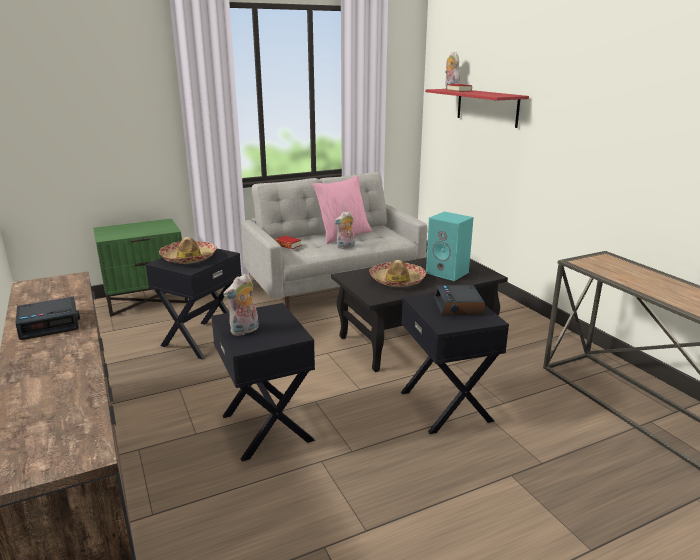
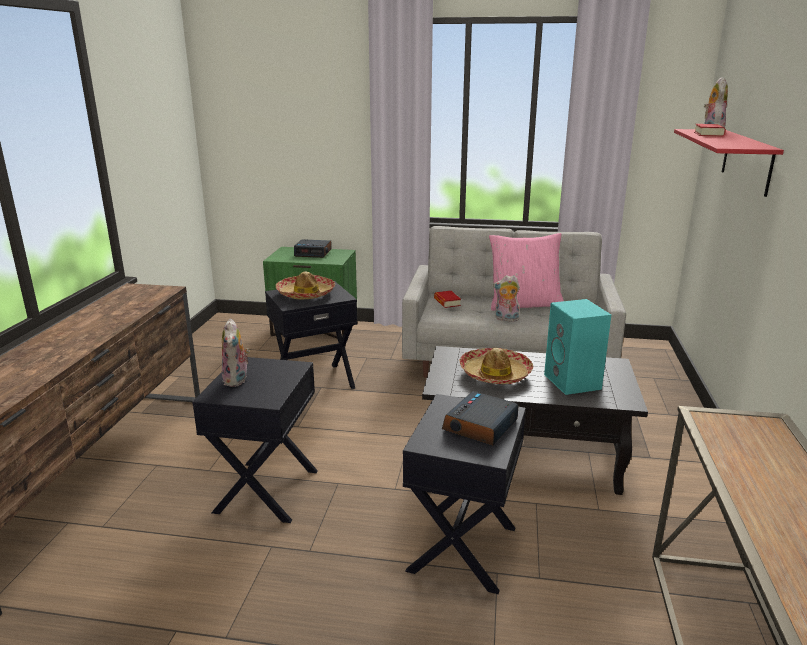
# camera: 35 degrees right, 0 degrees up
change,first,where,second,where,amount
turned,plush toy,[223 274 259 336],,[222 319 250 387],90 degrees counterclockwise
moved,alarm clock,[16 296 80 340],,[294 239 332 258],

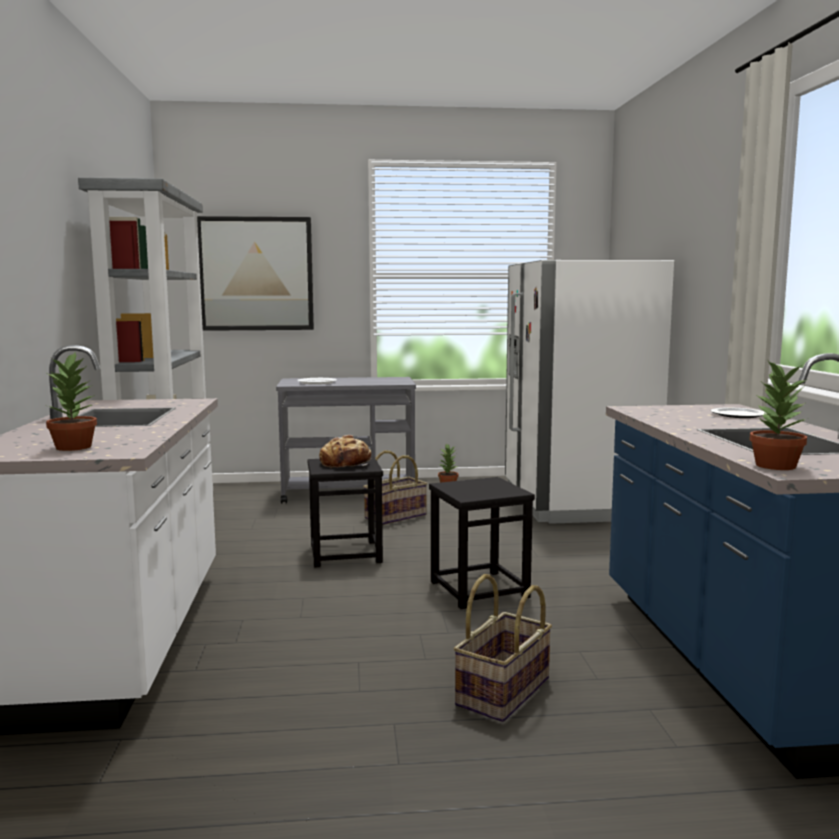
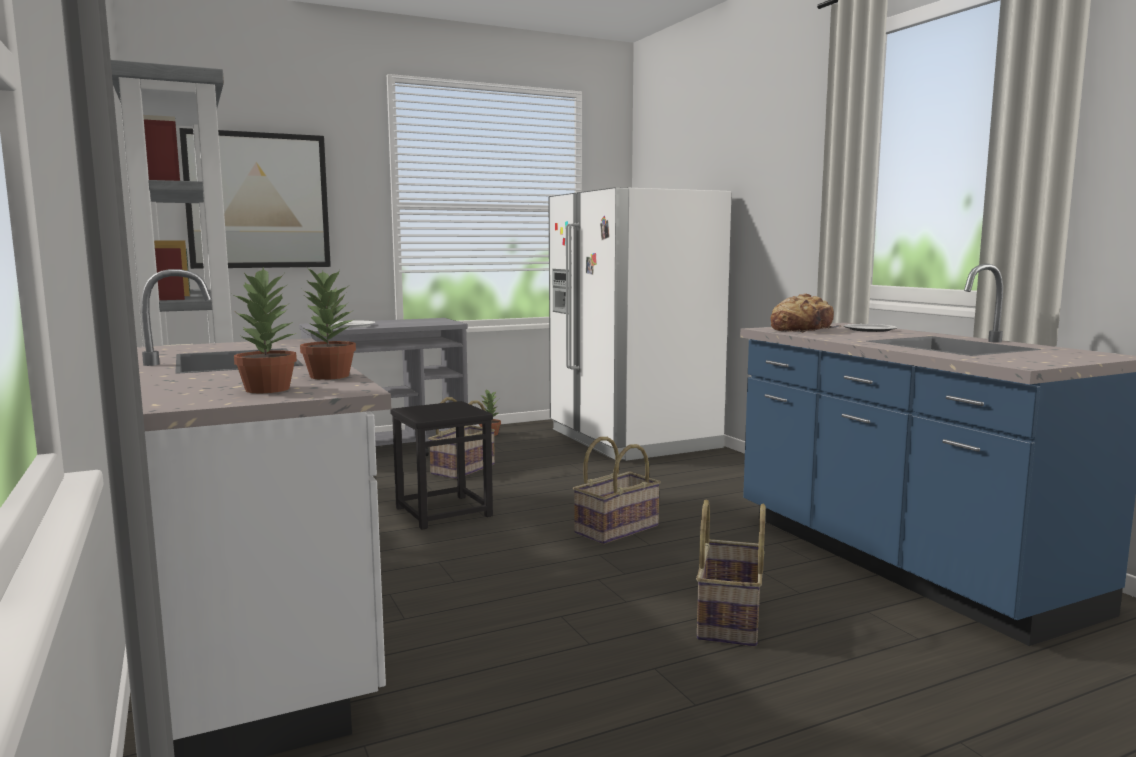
# camera: 20 degrees left, 0 degrees up
change,first,where,second,where,amount
moved,potted plant,[749 359 809 470],,[300 266 356 380],
moved,bread,[319 435 371 468],,[771 294 843 333],
replaced,black stool,[429 477 535 609],basket,[573 437 661 544],

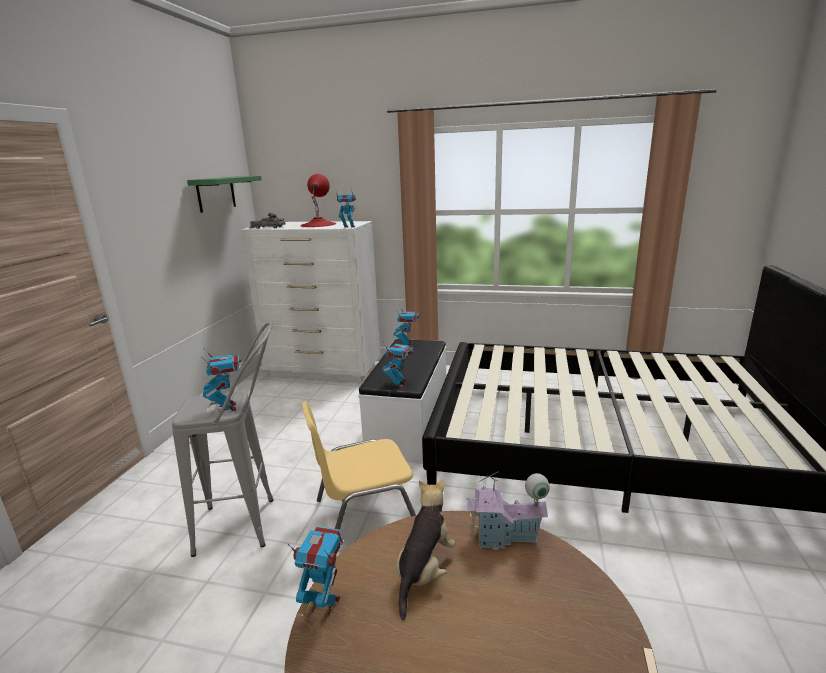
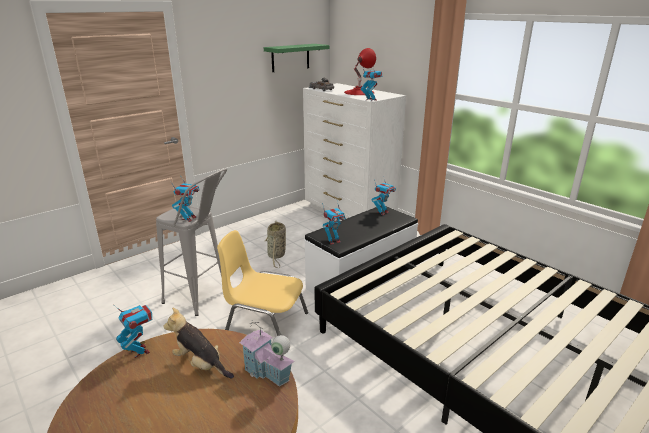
# camera: 35 degrees right, 5 degrees up
change,first,where,second,where,amount
turned,plush toy,[396 478 455 620],,[163 308 234 379],120 degrees counterclockwise
added,,,basket,[265 221 286 268],

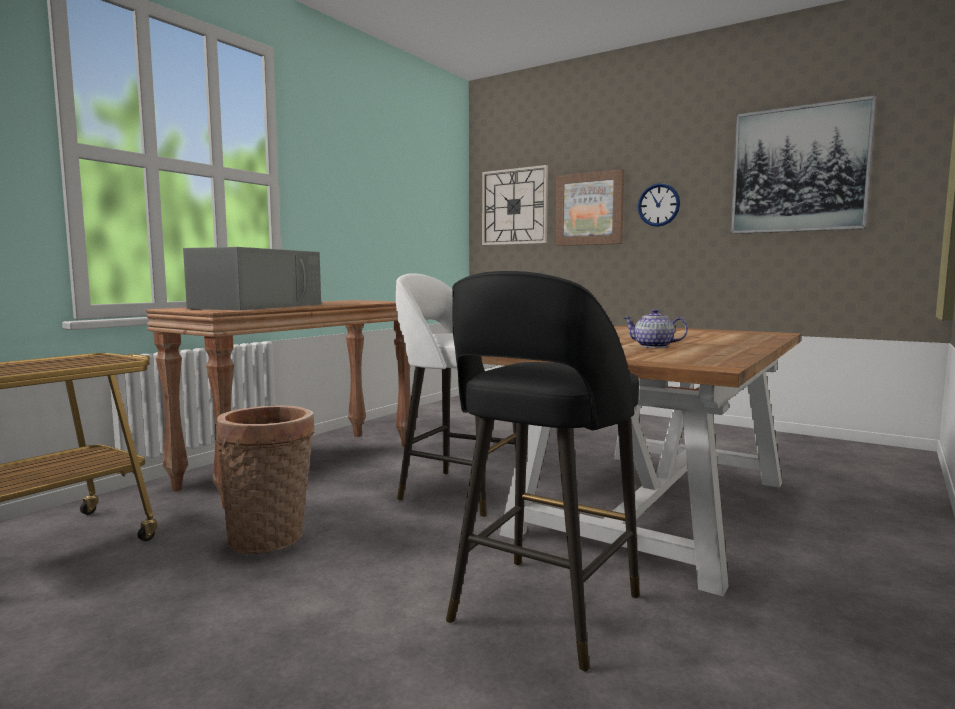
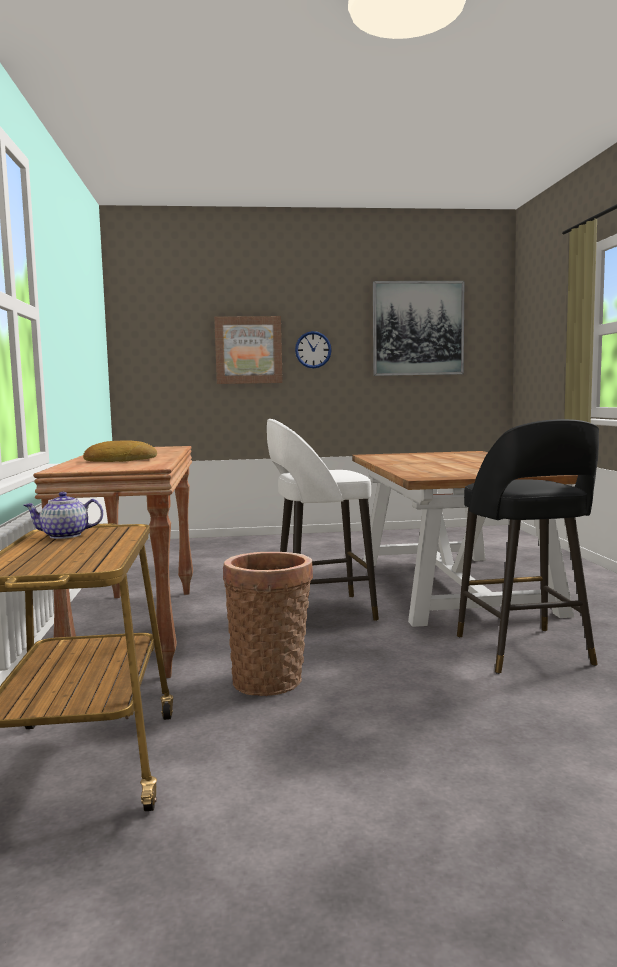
# camera: 40 degrees left, 0 degrees up
change,first,where,second,where,amount
removed,wall clock,[482 165 548 245],,,
replaced,grey microwave,[183 247 321 310],bread,[83 440 157 462],
moved,teapot,[623 309 688 348],,[23 492 103 539],

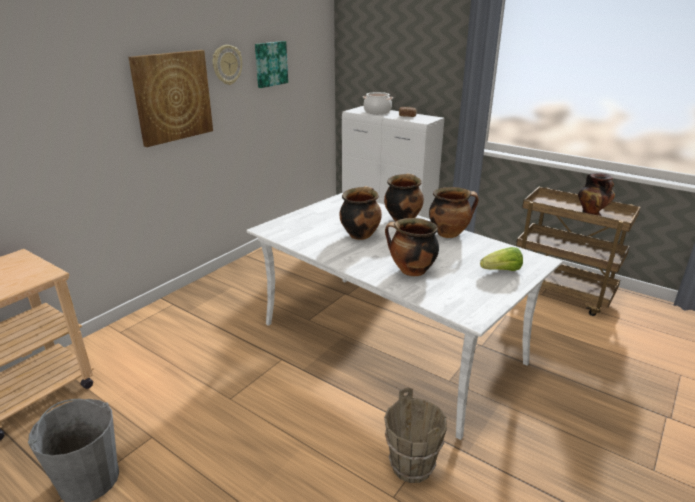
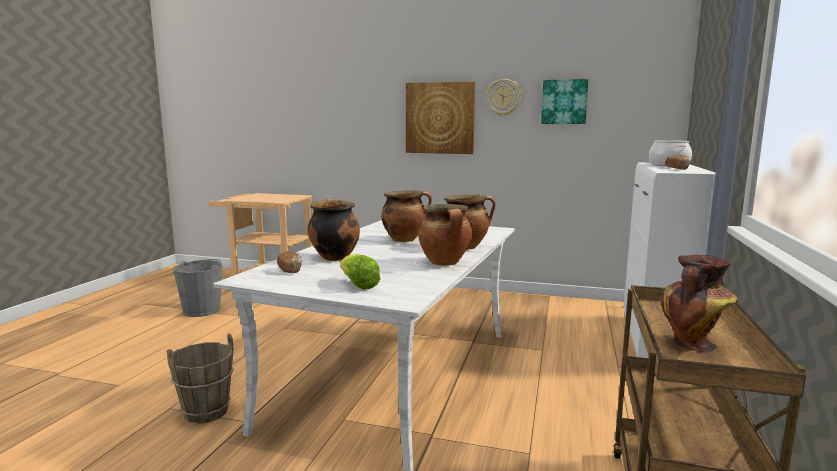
# camera: 70 degrees right, 15 degrees down
change,first,where,second,where,amount
added,,,bread,[277 251 302 273],

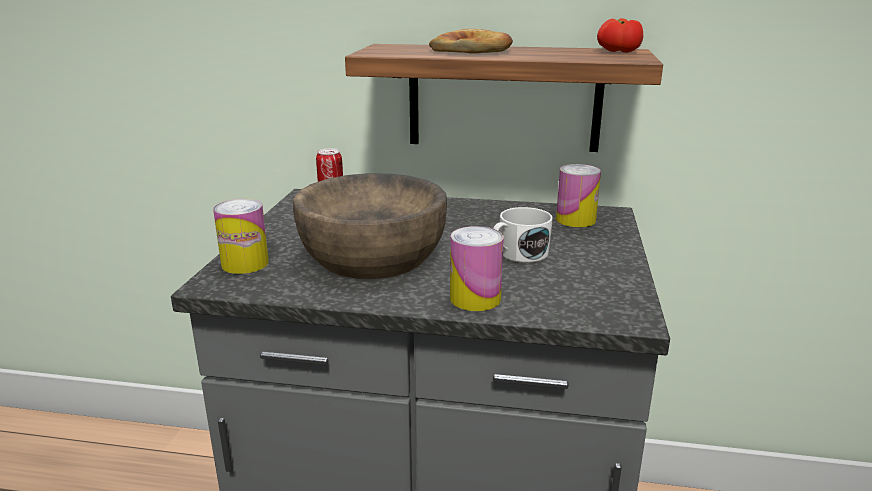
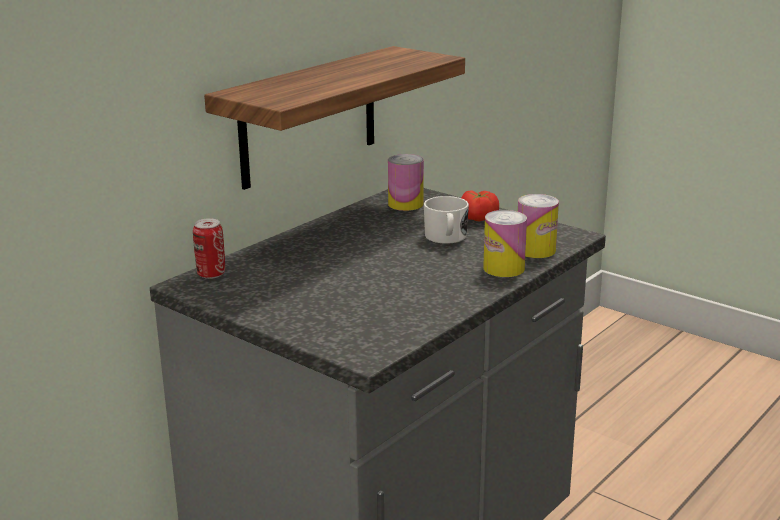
# camera: 60 degrees left, 0 degrees up
change,first,where,second,where,amount
moved,tomato,[597 18 643 53],,[461 191 499 221],
removed,bread,[429 29 513 54],,,
removed,brown bowl,[293 173 447 279],,,
moved,can,[213 199 269 274],,[518 194 559 258],

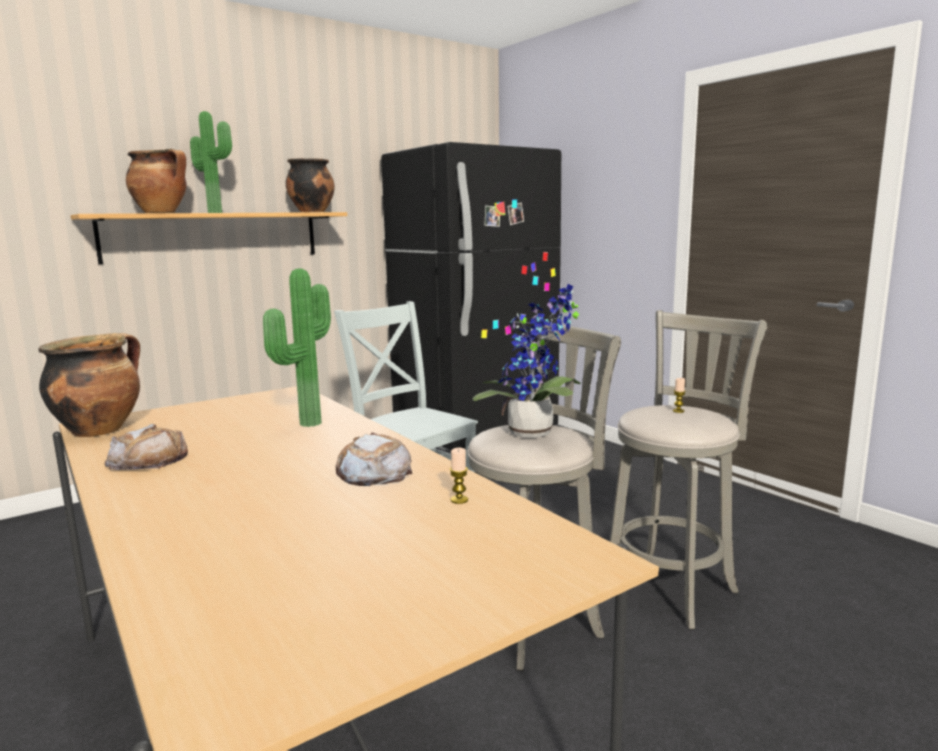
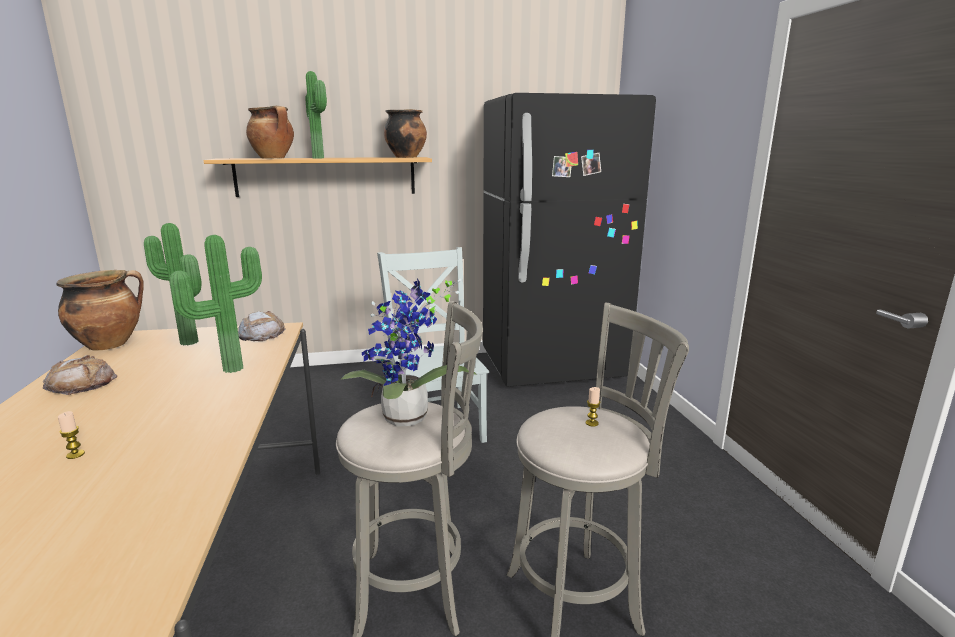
# camera: 25 degrees right, 5 degrees up
change,first,where,second,where,amount
moved,bread,[335 433 413 486],,[238 311 286 341],
moved,candle,[450 448 468 504],,[58 411 85 459],
added,,,potted plant,[144 223 202 345],

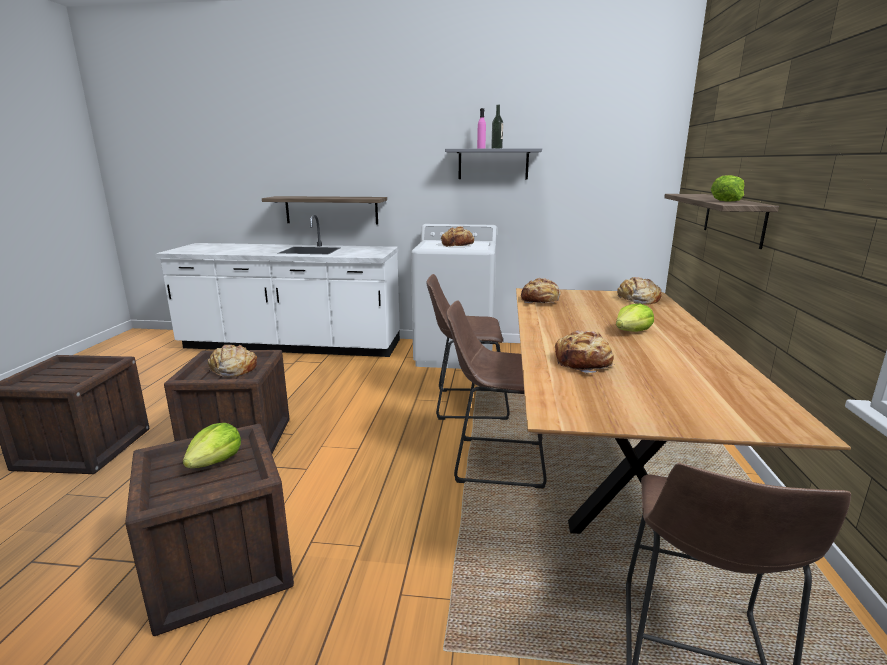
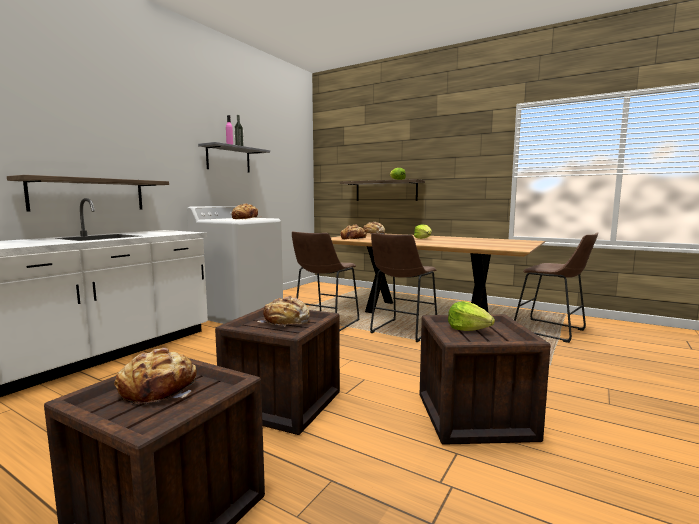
# camera: 65 degrees left, 10 degrees down
change,first,where,second,where,amount
moved,bread,[555 330 614 373],,[114 348 197 405],

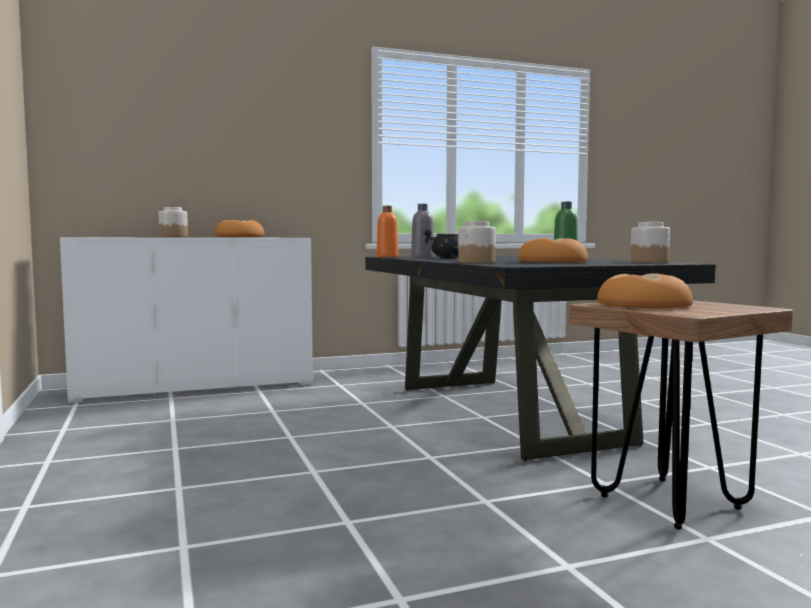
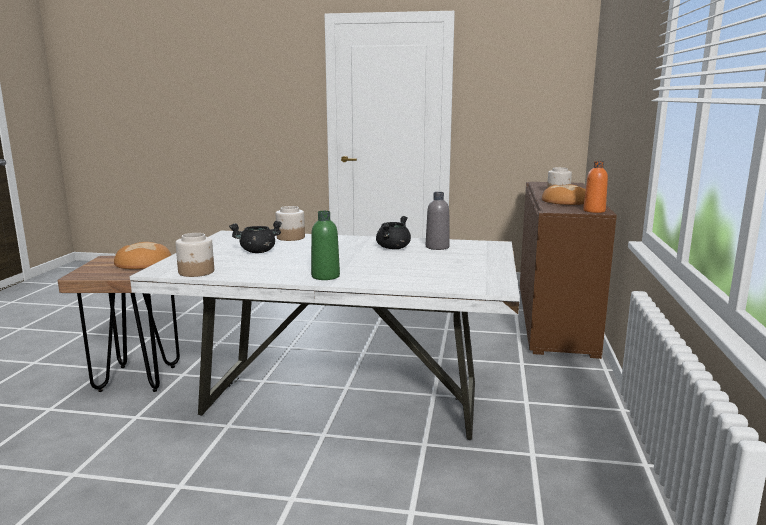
# camera: 120 degrees right, 10 degrees up
change,first,where,second,where,amount
moved,orange bottle,[377 206 398 257],,[583 161 608 213],
recoloured,white cabinet,[60 237 313 403],brown cabinet,[520 182 617 359],
replaced,bread,[518 238 588 263],black cooking pot,[229 221 282 253],
recoloured,black dining table,[365 256 716 462],white dining table,[130 231 520 440],

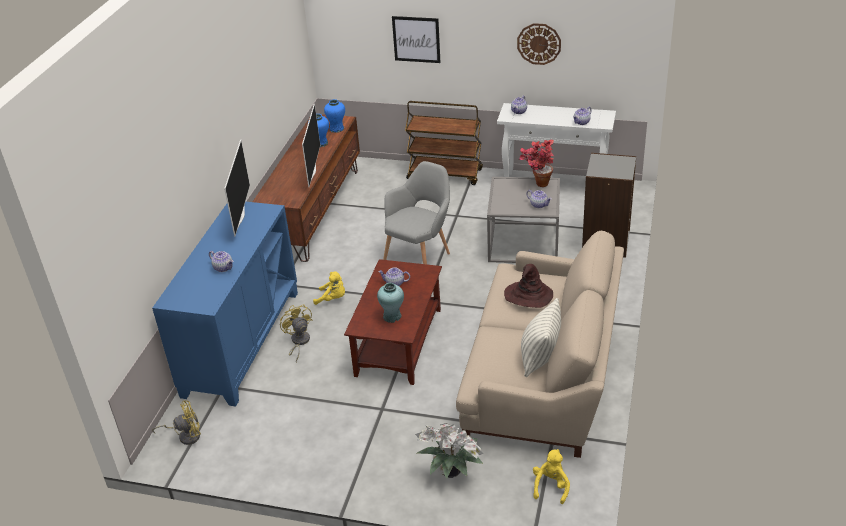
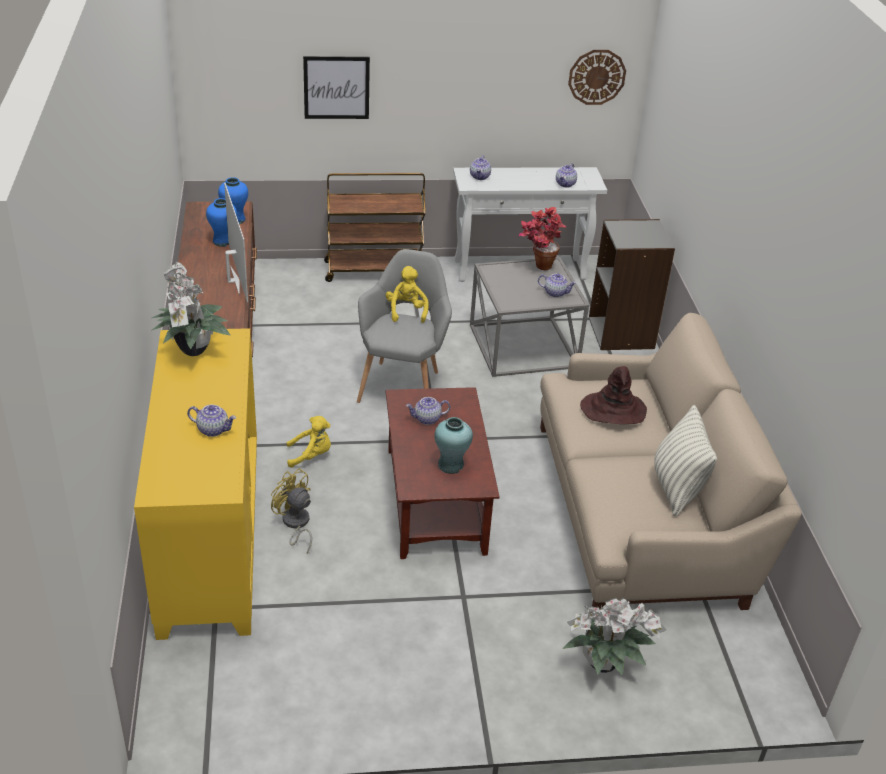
# camera: 25 degrees left, 0 degrees up
change,first,where,second,where,amount
moved,wall clock,[517 23 561 65],,[568 50 626 105],
replaced,television,[224 139 250 237],potted plant,[151 261 231 356],
recoloured,blue cabinet,[152 202 298 407],yellow cabinet,[134 328 257 640],
removed,yellow fan,[152 401 201 445],,,
moved,yellow plush toy,[533 449 570 504],,[386 266 429 323],

